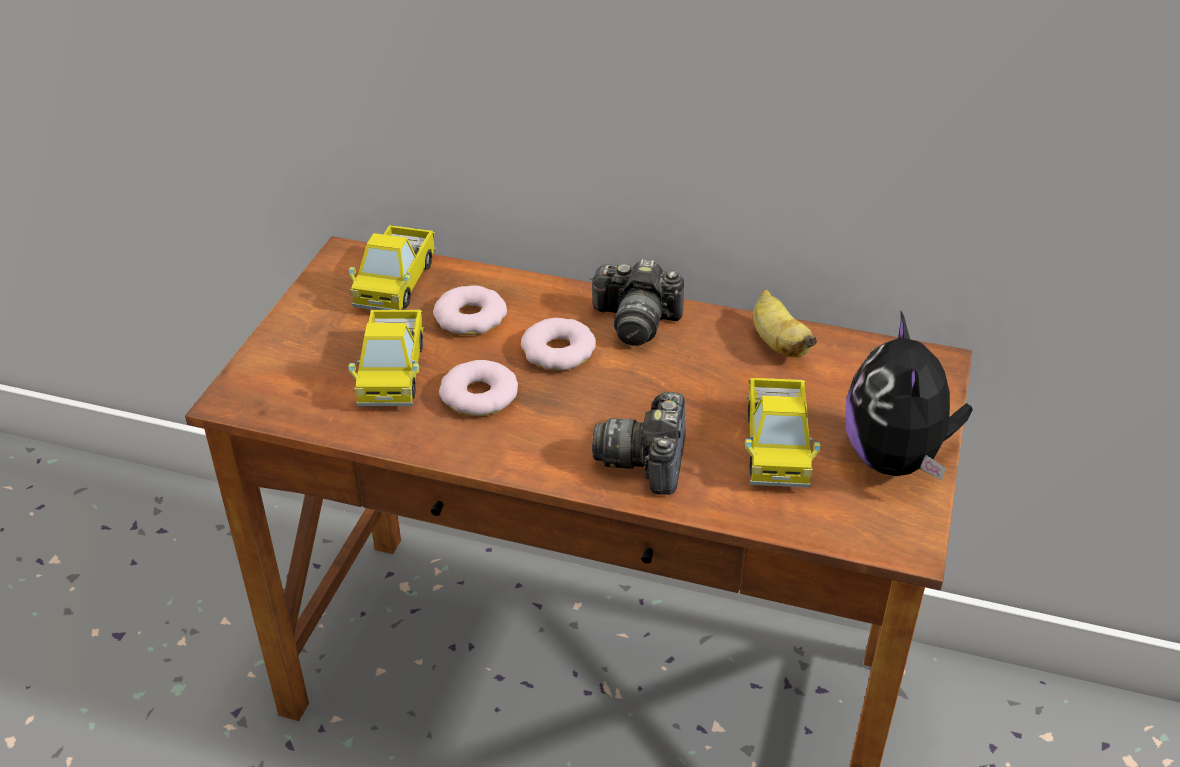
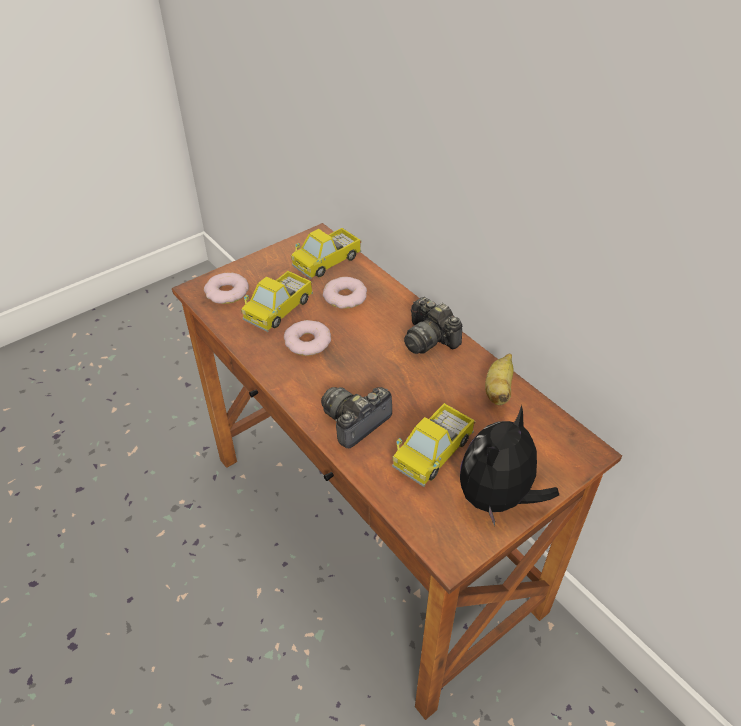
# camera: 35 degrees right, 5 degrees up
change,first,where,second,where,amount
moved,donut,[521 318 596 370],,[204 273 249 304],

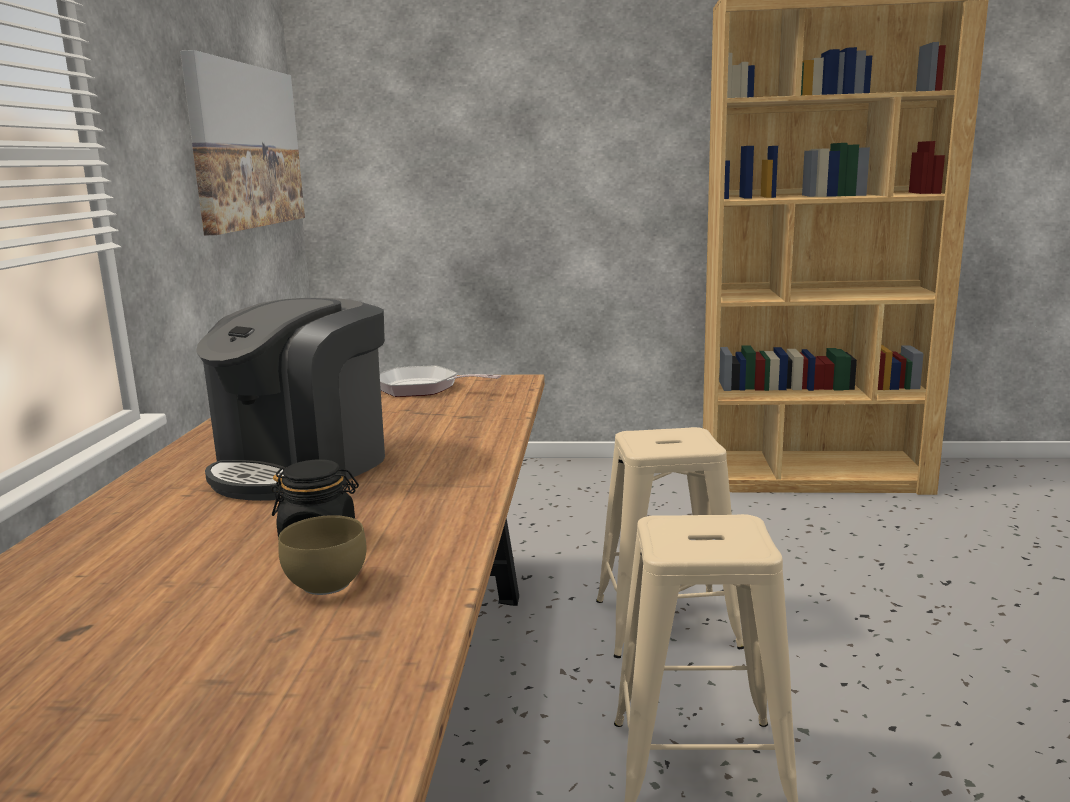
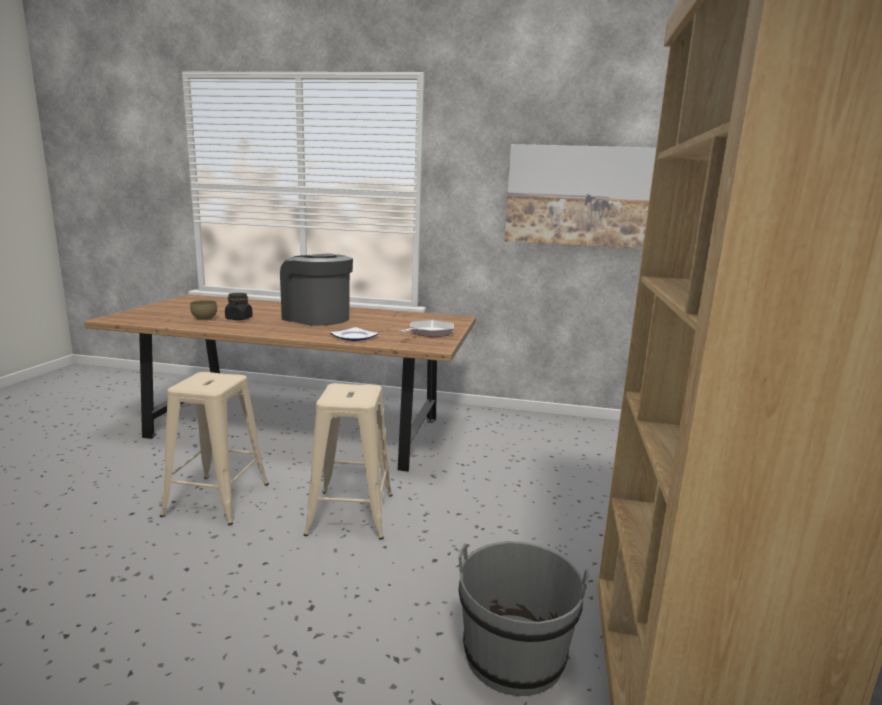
# camera: 95 degrees right, 0 degrees up
change,first,where,second,where,amount
added,,,plate,[330 327 379 341],
added,,,grey bucket,[458 541 589 696],

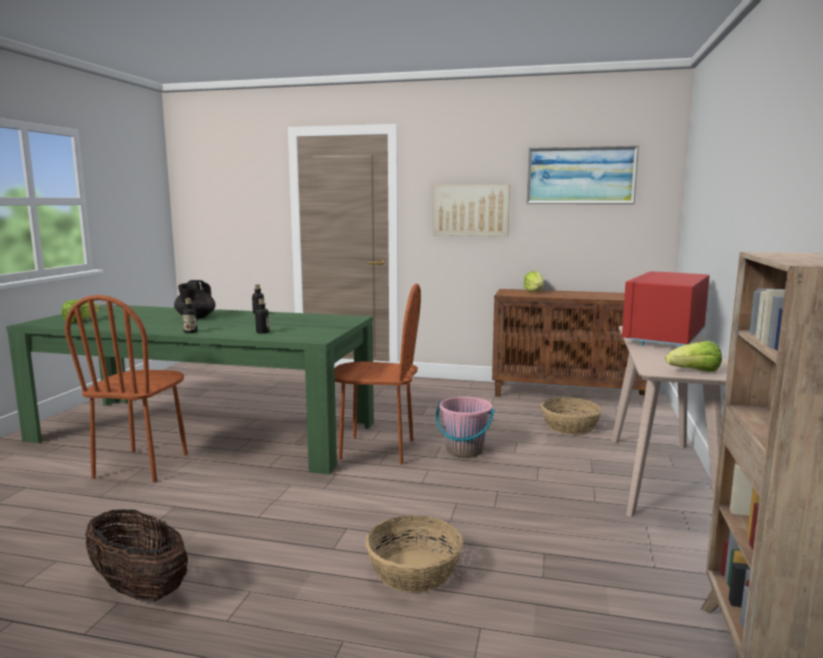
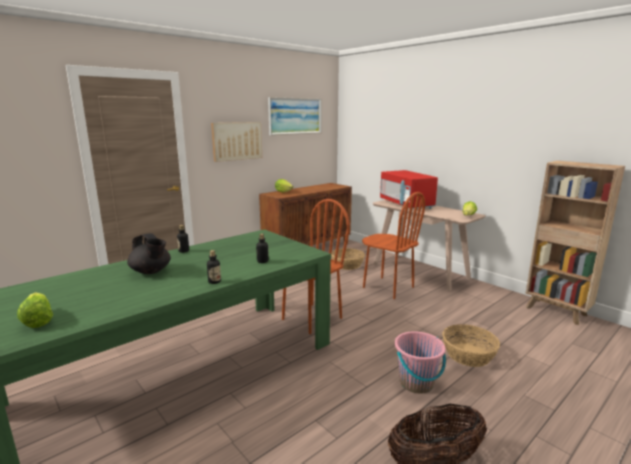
# camera: 55 degrees left, 5 degrees up
change,first,where,second,where,amount
moved,brown chair,[65 295 188 483],,[362 192 425 299],
moved,pink bucket,[436 397 495 458],,[395 331 446 393],

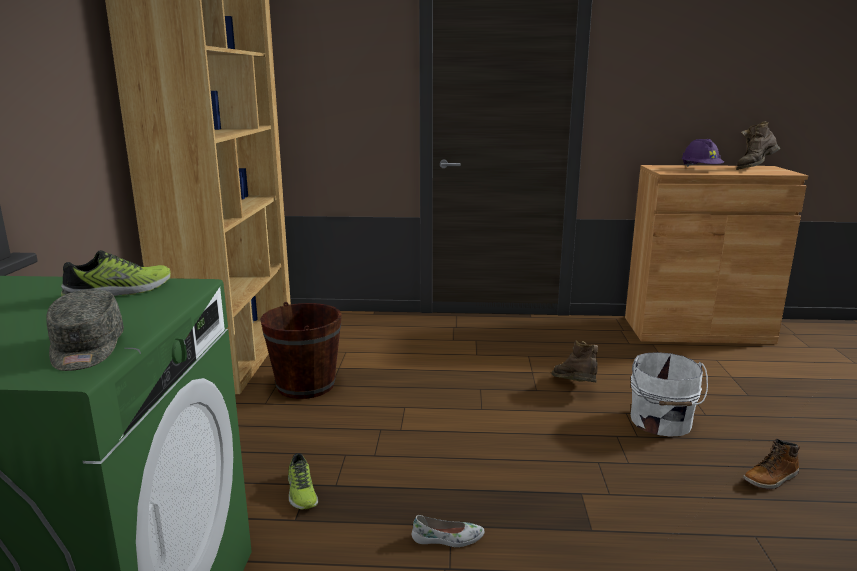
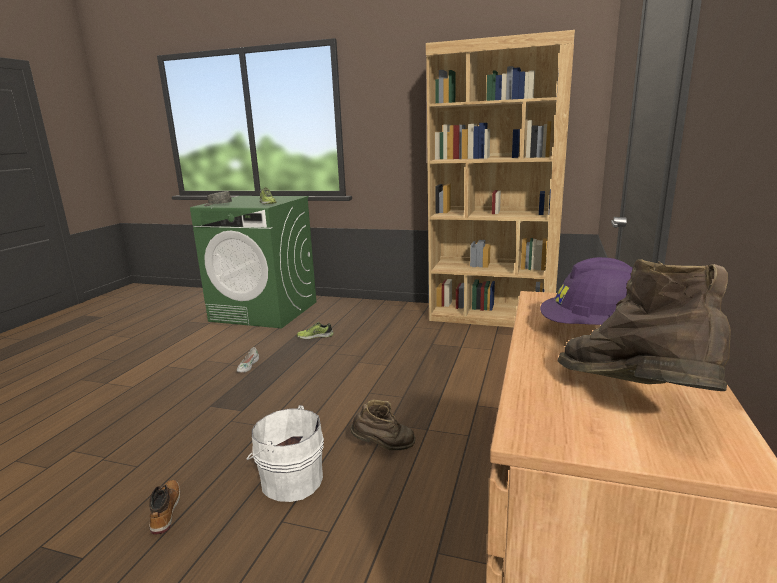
# camera: 105 degrees right, 0 degrees up
change,first,where,second,where,amount
removed,brown bucket,[260 302 342 399],,,

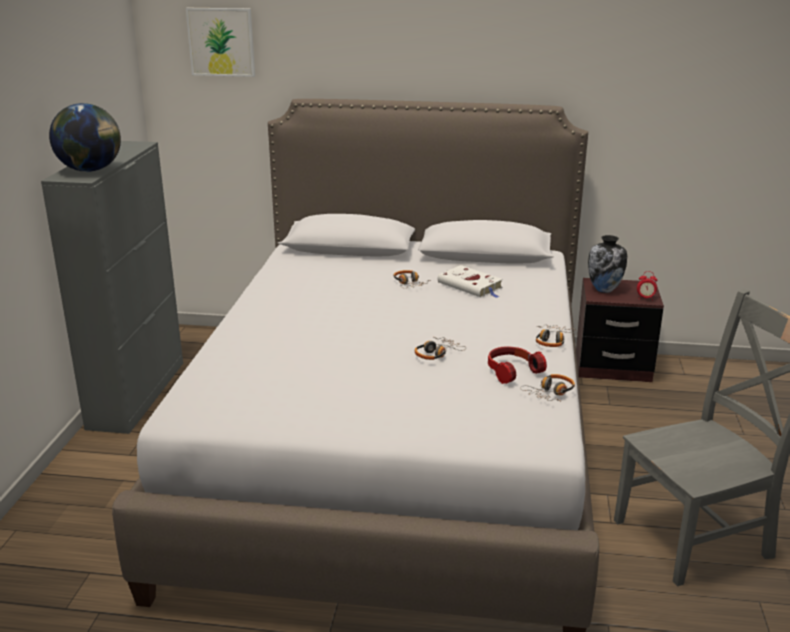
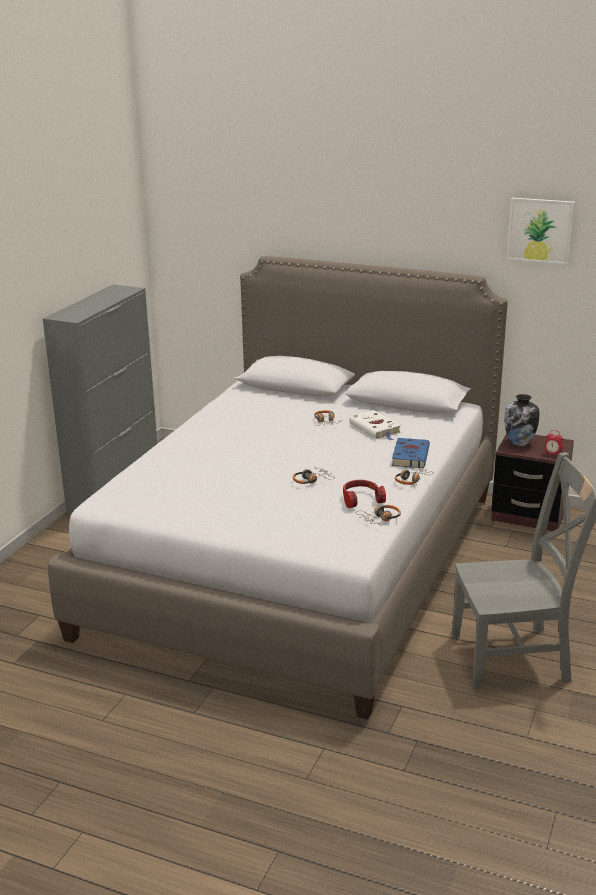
# camera: 15 degrees right, 0 degrees up
change,first,where,second,where,amount
moved,picture,[186 8 255 77],,[507 198 575 265],
removed,globe,[49 103 121 172],,,
added,,,blue book,[392 438 430 468],

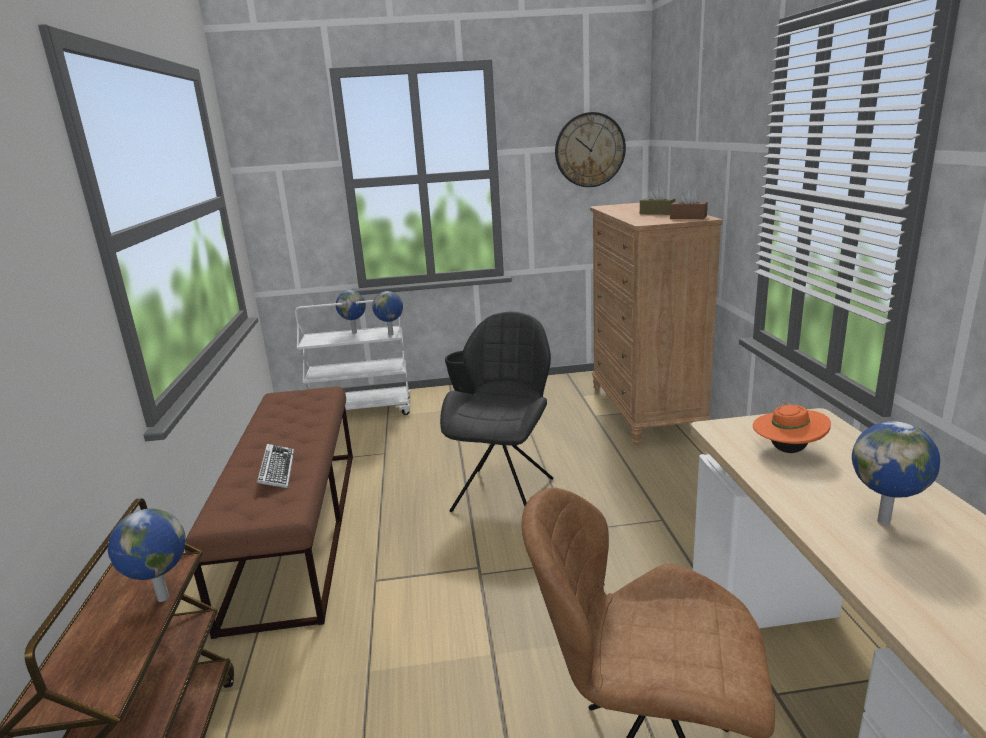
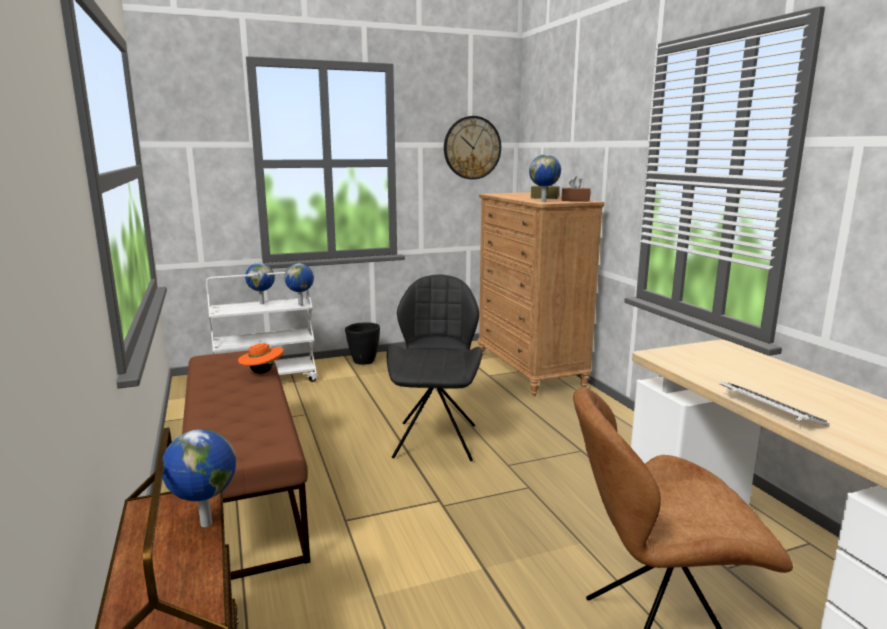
# camera: 15 degrees left, 5 degrees down
change,first,where,second,where,amount
moved,orange hat,[753 399 831 453],,[238 341 284 374],
moved,globe,[852 421 940 525],,[529 154 561 202],
moved,keyboard,[257 444 294 488],,[719 381 829 427],

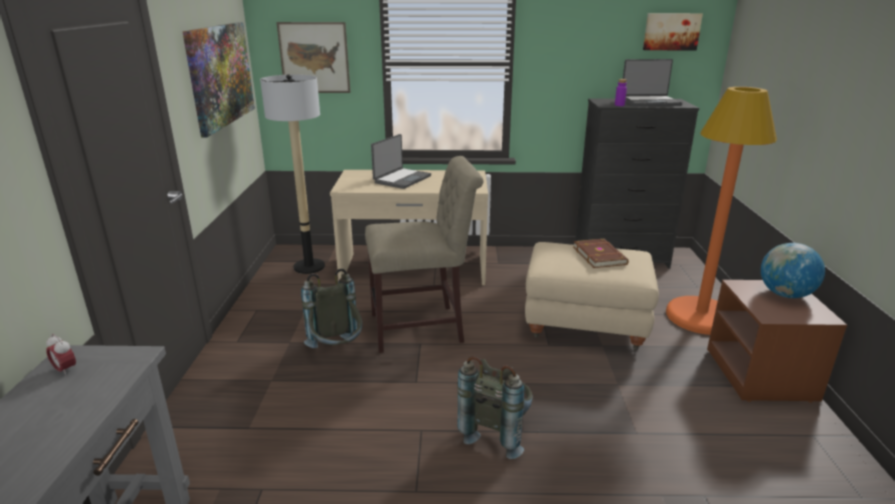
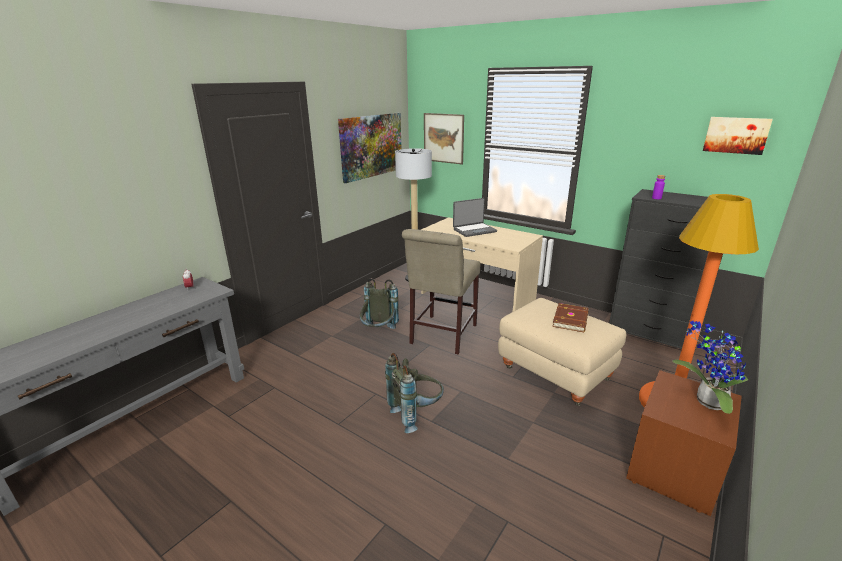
# camera: 35 degrees right, 0 degrees up
change,first,where,second,where,amount
removed,laptop,[623 59 682 106],,,
turned,beige chair,[365 156 484 353],,[402 229 480 354],90 degrees clockwise
replaced,globe,[761 243 825 298],potted plant,[672 321 748 414],

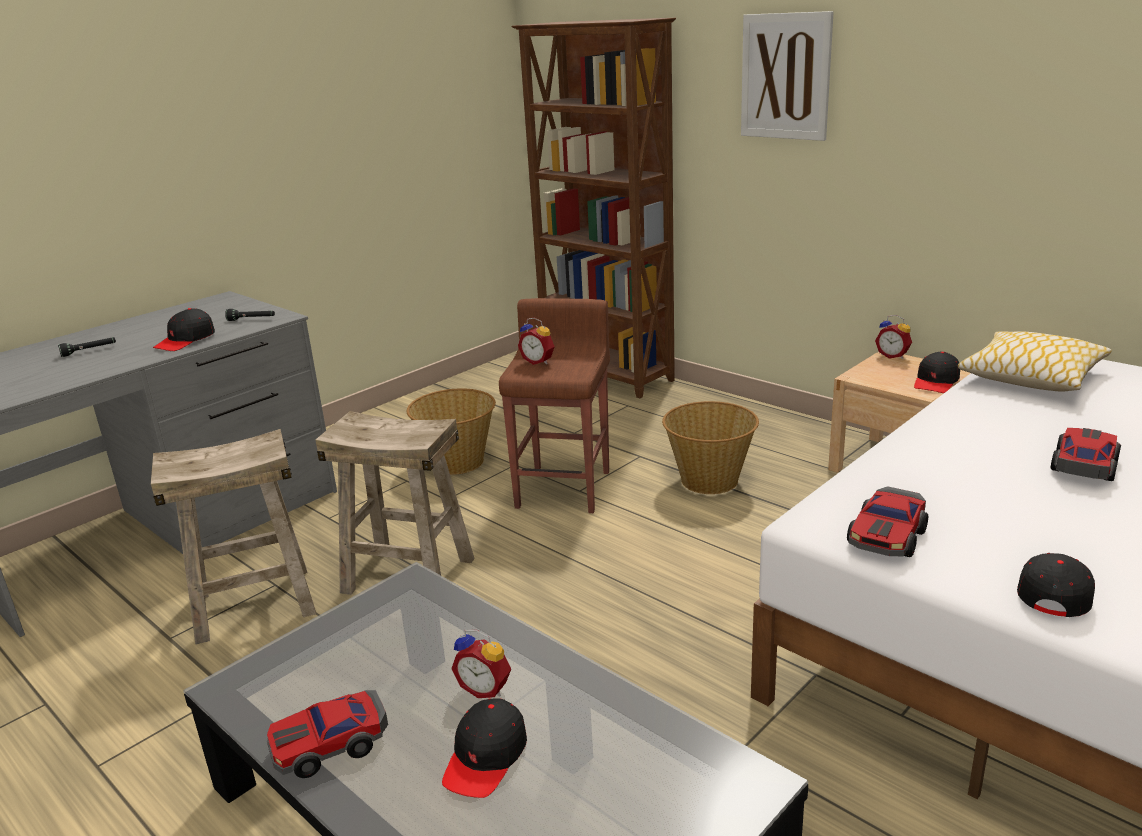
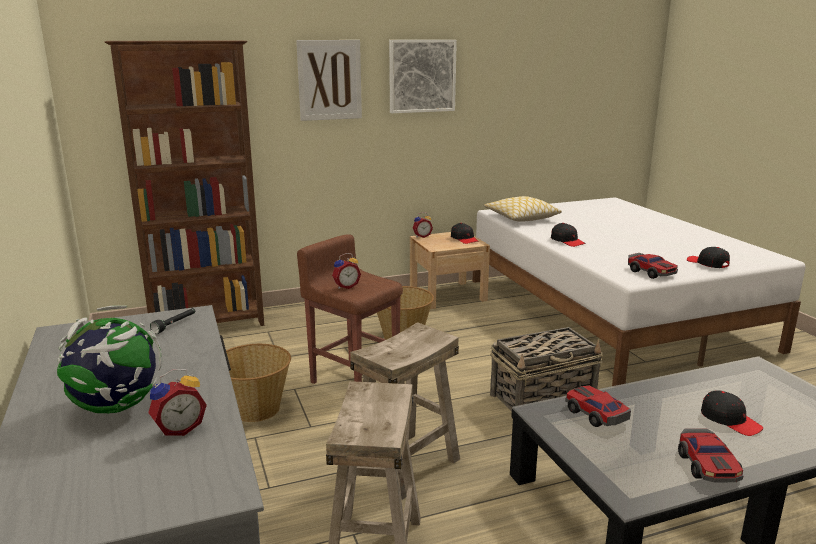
# camera: 65 degrees left, 5 degrees down
change,first,where,second,where,amount
moved,black cap,[153 308 215 351],,[551 223 586 247],
replaced,black flashlight,[58 337 116 357],globe,[57 305 162 414],
moved,toy car,[1050 428 1121 481],,[565 386 631 427],
moved,alarm clock,[451 630 511 698],,[148 369 207 437],
added,,,picture,[389 40 457 113],
added,,,basket,[490 327 603 412],

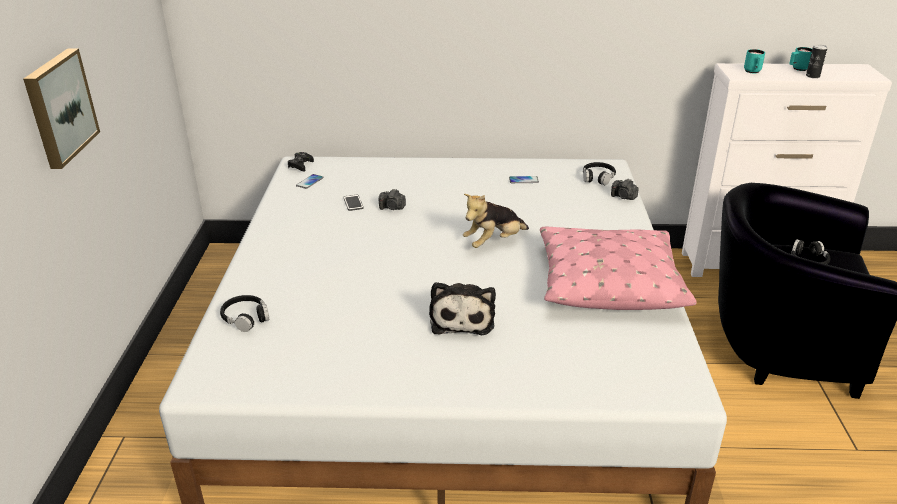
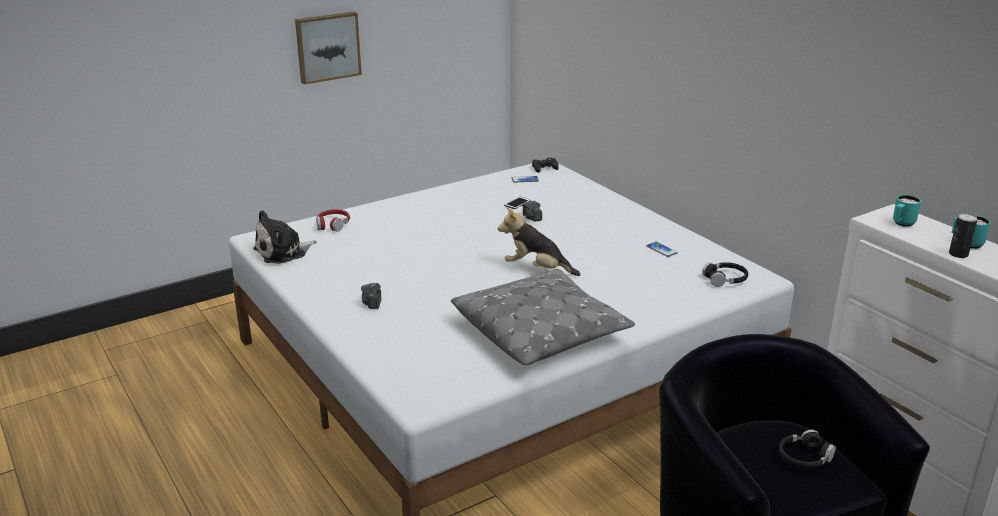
# camera: 55 degrees right, 5 degrees down
change,first,where,second,where,amount
moved,photo camera,[611 178 638 200],,[361 283 381 309],
recoloured,pink pillow,[540 227 697 310],grey pillow,[451 269 635 365],
moved,plush toy,[429 282 496 335],,[253 210 317 264],
recoloured,black headphones,[220 295 269 332],red headphones,[316 209 350 232],

